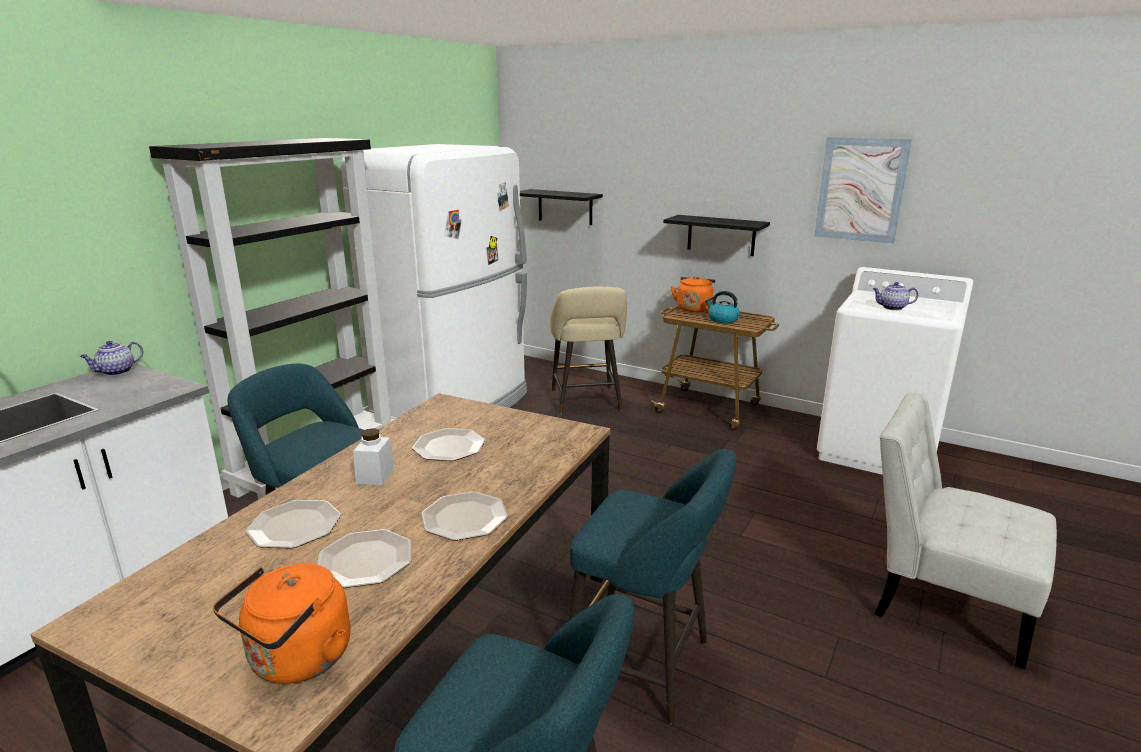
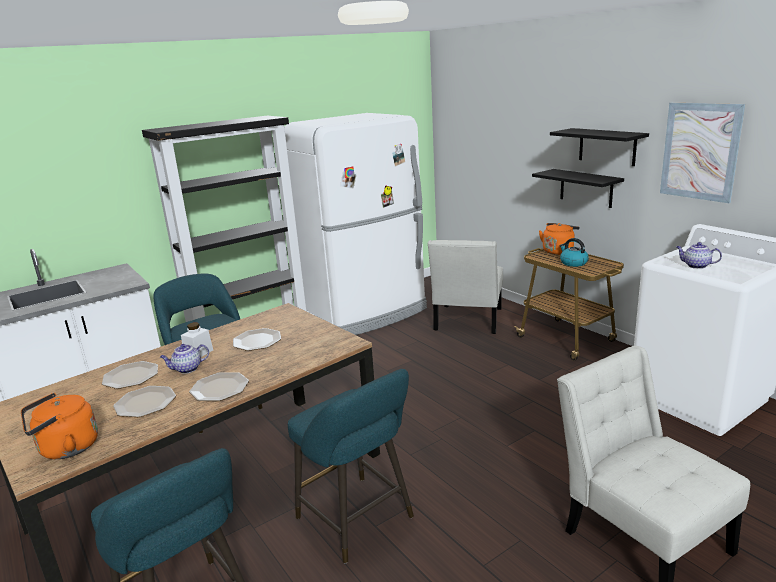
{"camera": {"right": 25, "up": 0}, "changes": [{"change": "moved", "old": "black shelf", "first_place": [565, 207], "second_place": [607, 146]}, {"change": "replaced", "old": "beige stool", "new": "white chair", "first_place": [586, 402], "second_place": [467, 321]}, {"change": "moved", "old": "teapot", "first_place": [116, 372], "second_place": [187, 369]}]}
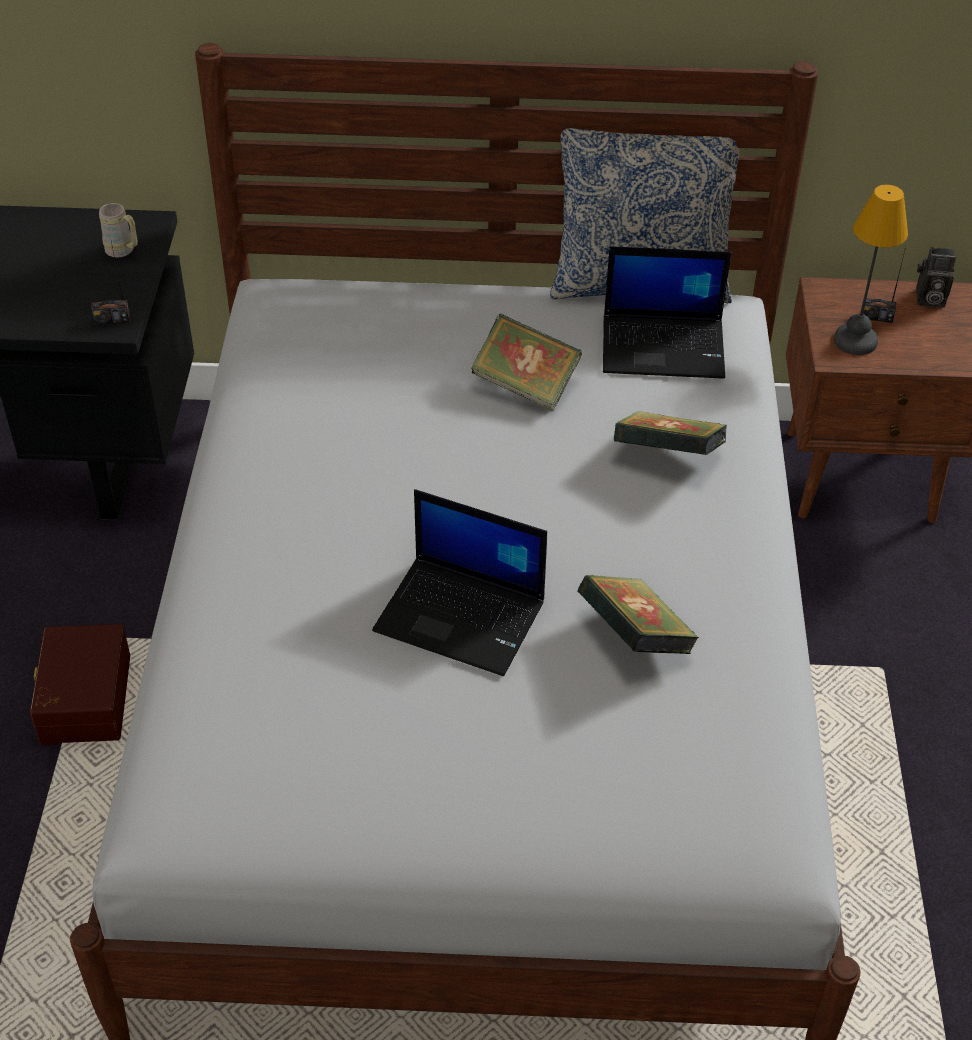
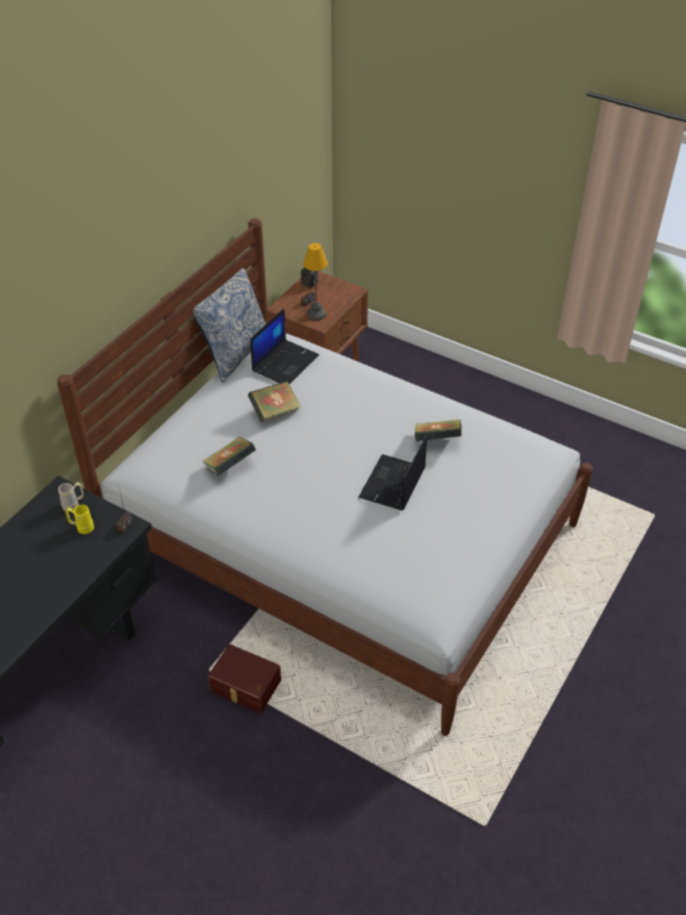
{"camera": {"right": -60, "up": 0}, "changes": [{"change": "moved", "old": "book", "first_place": [667, 456], "second_place": [230, 467]}, {"change": "turned", "old": "laptop", "first_place": [462, 616], "second_place": [393, 484], "degrees": 150}, {"change": "added", "new": "yellow mug", "second_place": [82, 528]}]}
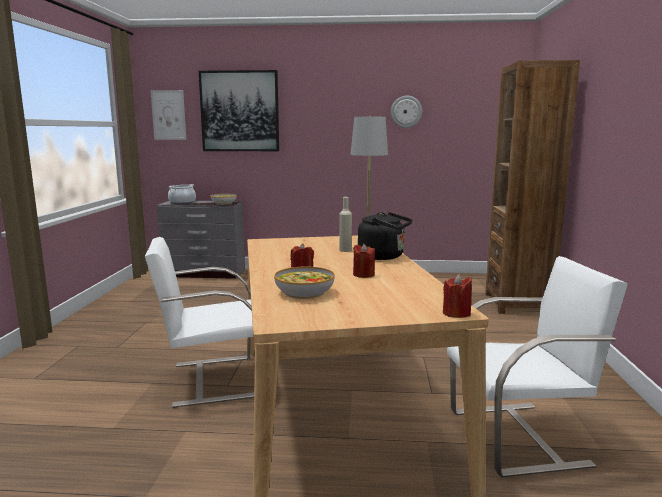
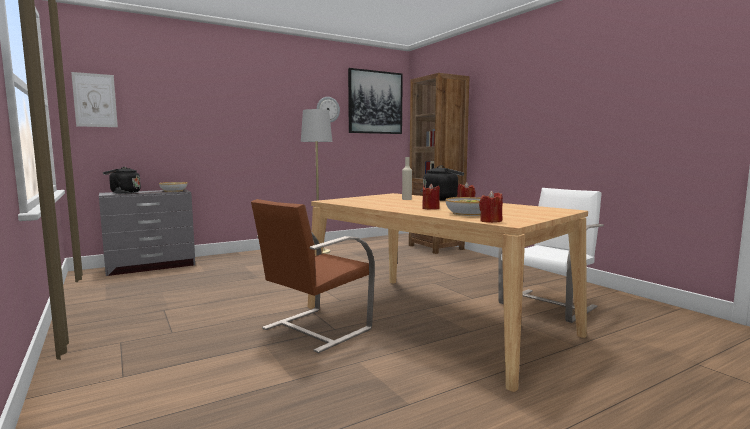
{"camera": {"right": -35, "up": -5}, "changes": [{"change": "moved", "old": "picture", "first_place": [240, 111], "second_place": [375, 102]}, {"change": "replaced", "old": "cooking pot", "new": "black kettle", "first_place": [182, 202], "second_place": [123, 193]}, {"change": "recoloured", "old": "white chair", "new": "brown chair", "first_place": [212, 379], "second_place": [314, 329]}, {"change": "moved", "old": "red candle", "first_place": [456, 313], "second_place": [490, 221]}]}
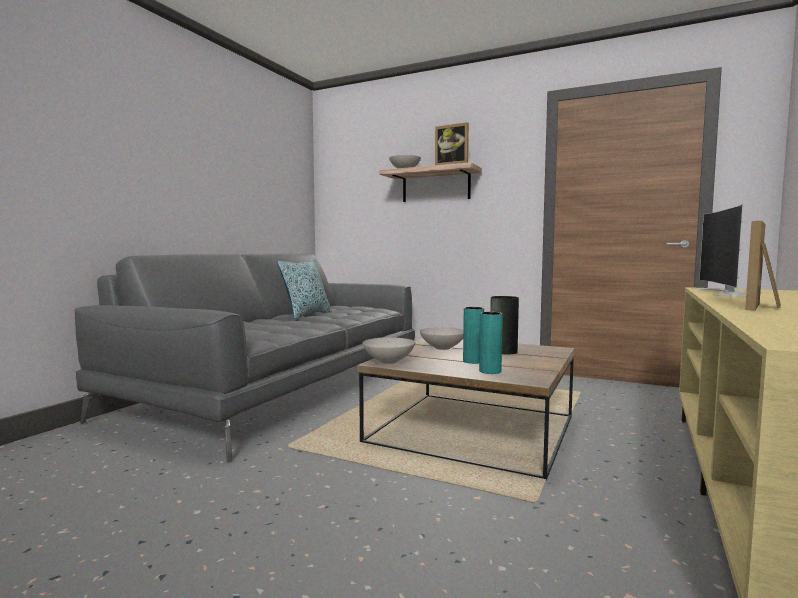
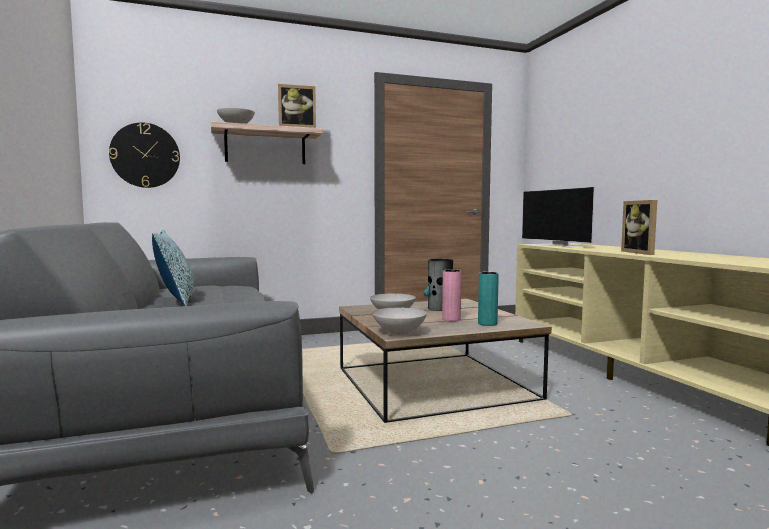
{"camera": {"right": -45, "up": 0}, "changes": [{"change": "recoloured", "old": "turquoise vase", "new": "pink vase", "first_place": [473, 361], "second_place": [451, 319]}, {"change": "added", "new": "wall clock", "second_place": [145, 155]}]}
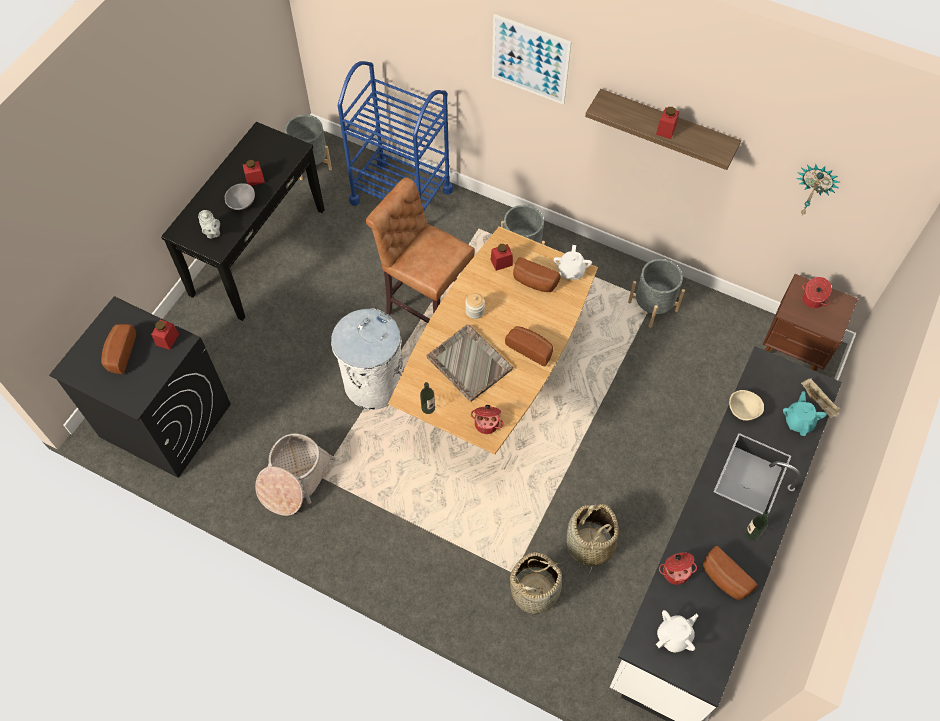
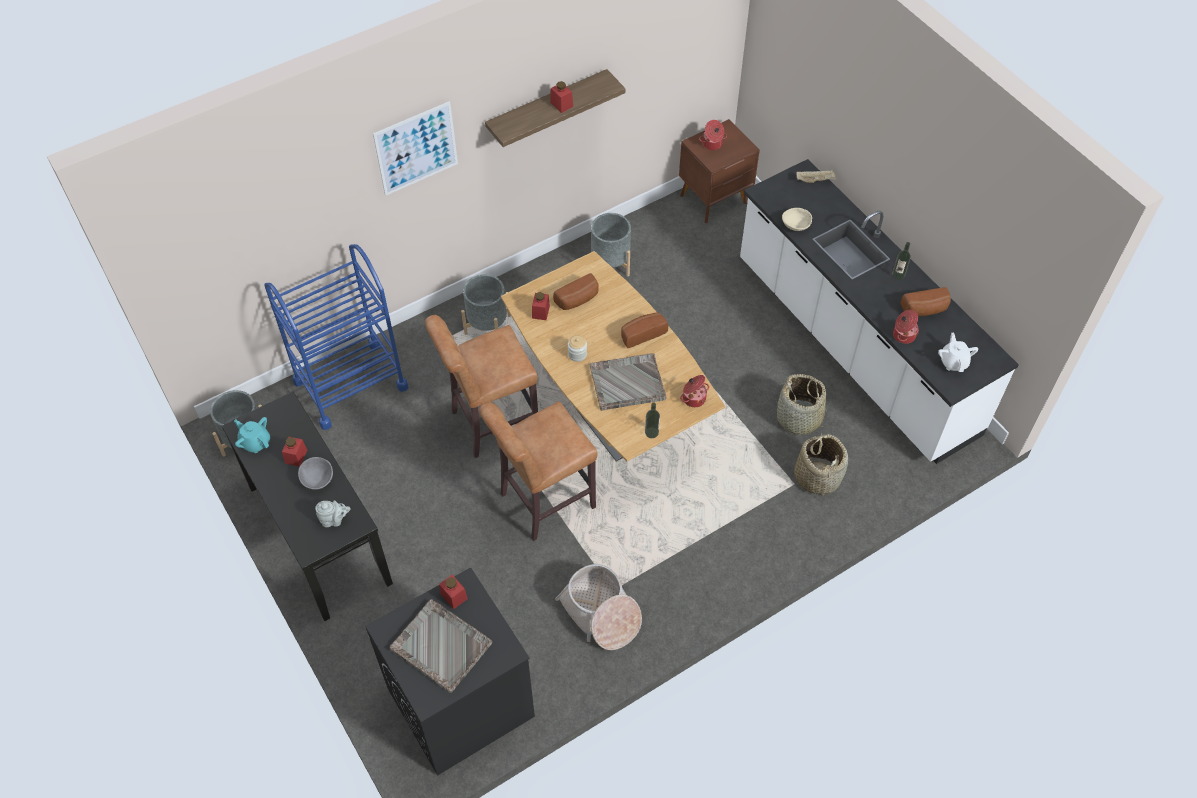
{"camera": {"right": -60, "up": -5}, "changes": [{"change": "removed", "old": "wall clock", "first_place": [814, 189]}, {"change": "removed", "old": "white teapot", "first_place": [571, 271]}, {"change": "replaced", "old": "white trash can", "new": "brown stool", "first_place": [373, 383], "second_place": [543, 502]}, {"change": "replaced", "old": "bread", "new": "grey tray", "first_place": [119, 353], "second_place": [440, 645]}, {"change": "moved", "old": "turquoise teapot", "first_place": [798, 421], "second_place": [255, 442]}]}
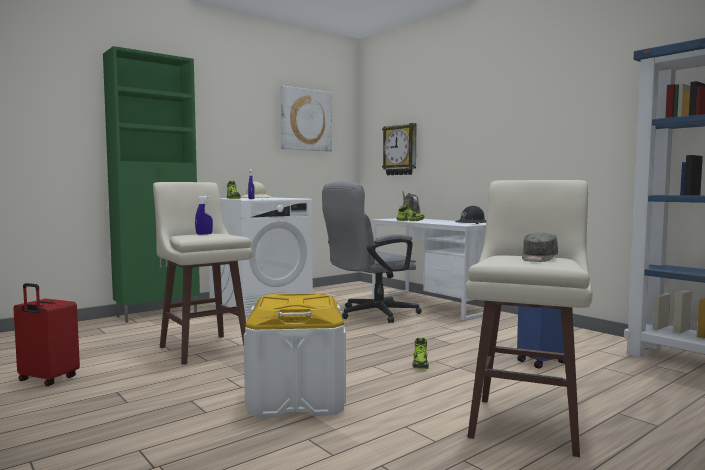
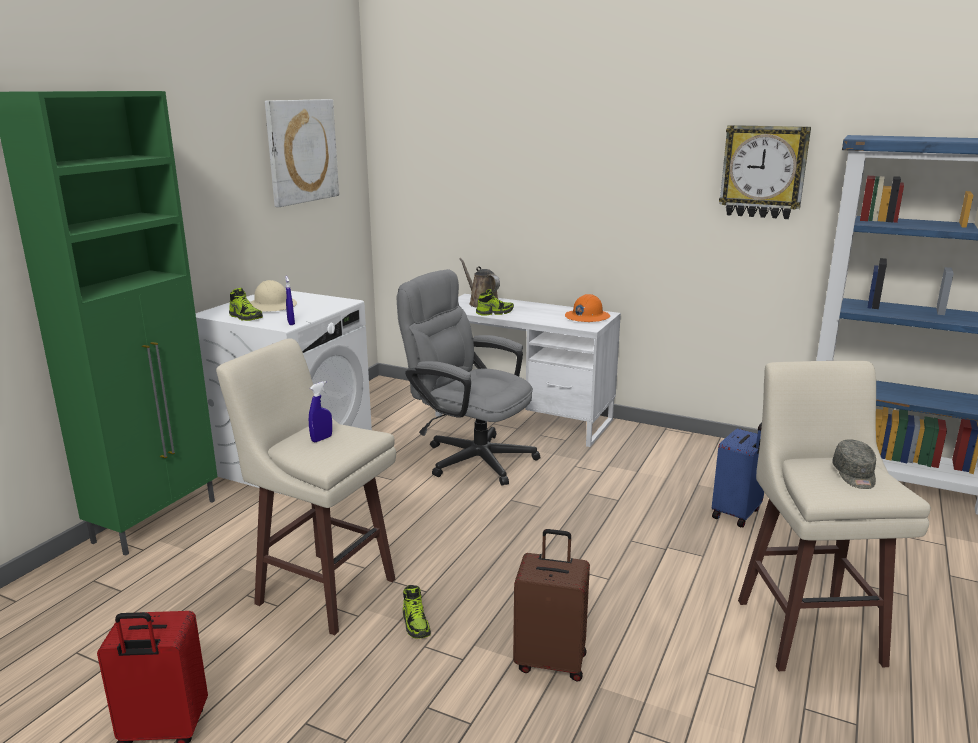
{"camera": {"right": -25, "up": 15}, "changes": [{"change": "moved", "old": "wall clock", "first_place": [400, 150], "second_place": [763, 172]}, {"change": "turned", "old": "grey office chair", "first_place": [370, 314], "second_place": [470, 457], "degrees": 90}, {"change": "recoloured", "old": "black hard hat", "new": "orange hard hat", "first_place": [472, 223], "second_place": [587, 317]}, {"change": "replaced", "old": "white storage box", "new": "brown suitcase", "first_place": [297, 398], "second_place": [551, 661]}, {"change": "moved", "old": "shoe", "first_place": [420, 364], "second_place": [416, 624]}]}
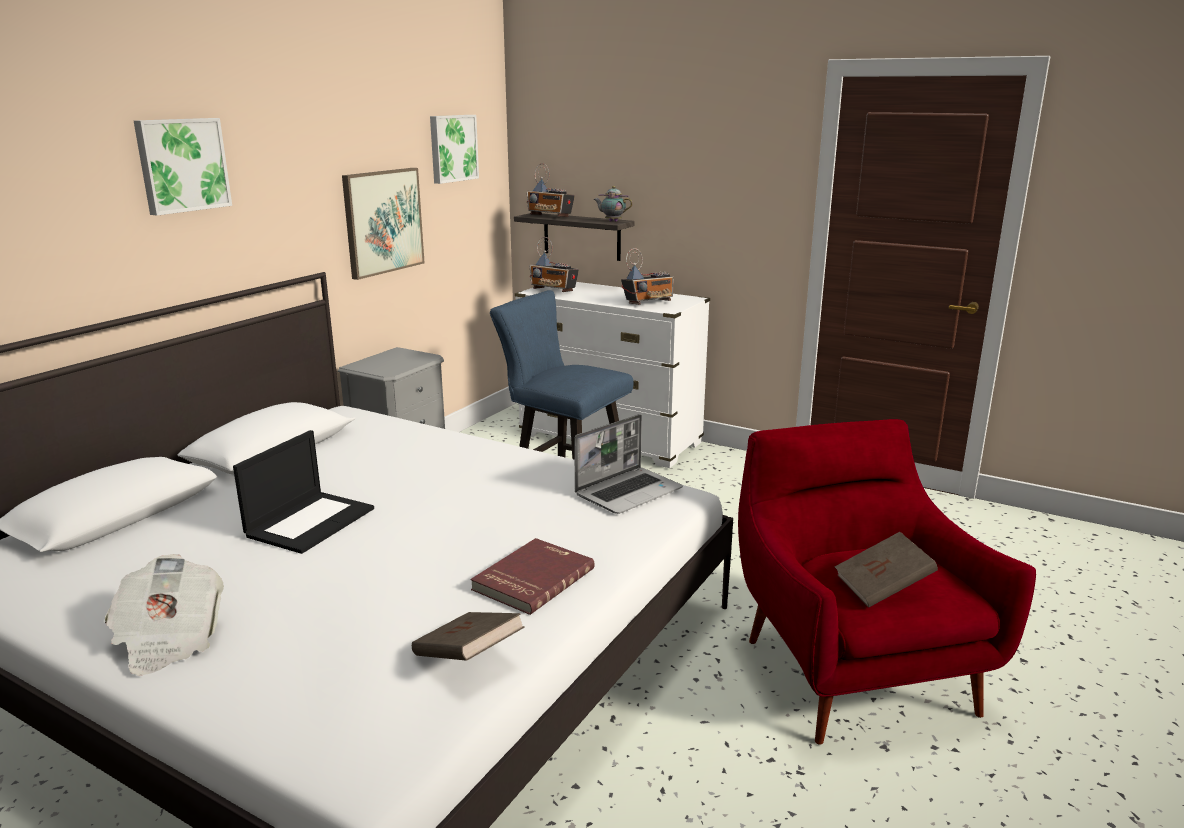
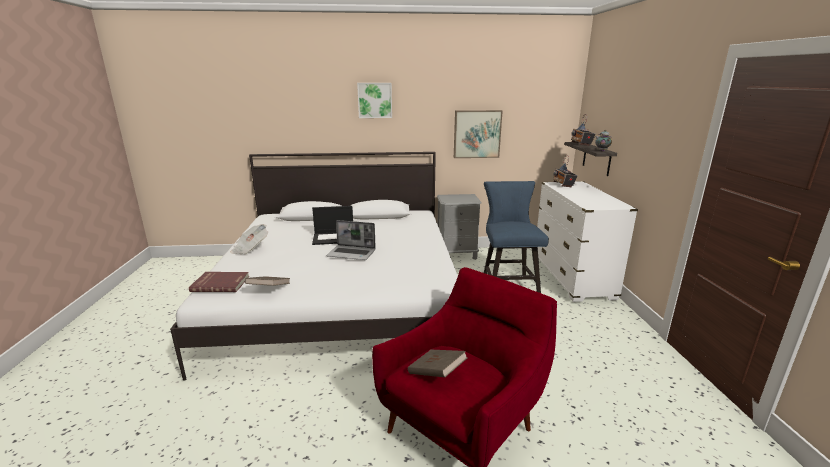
{"camera": {"right": 55, "up": 0}, "changes": [{"change": "removed", "old": "picture", "first_place": [452, 148]}, {"change": "removed", "old": "radio", "first_place": [648, 302]}, {"change": "moved", "old": "laptop", "first_place": [629, 492], "second_place": [352, 253]}, {"change": "moved", "old": "red book", "first_place": [531, 579], "second_place": [221, 283]}]}
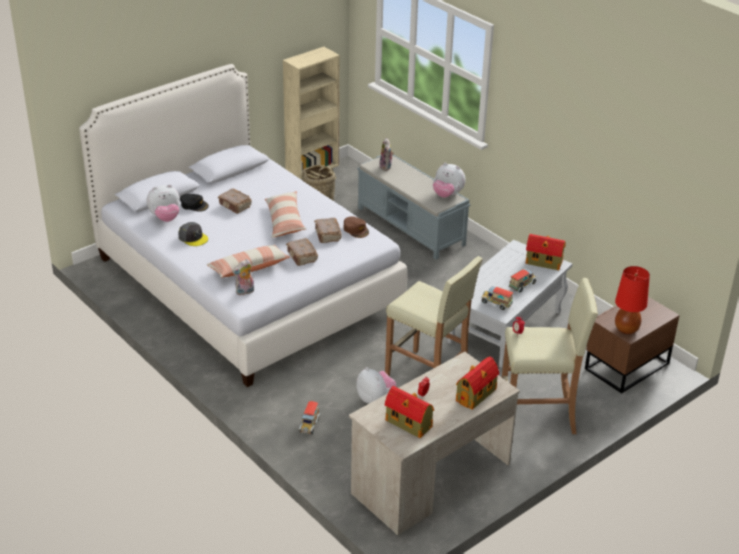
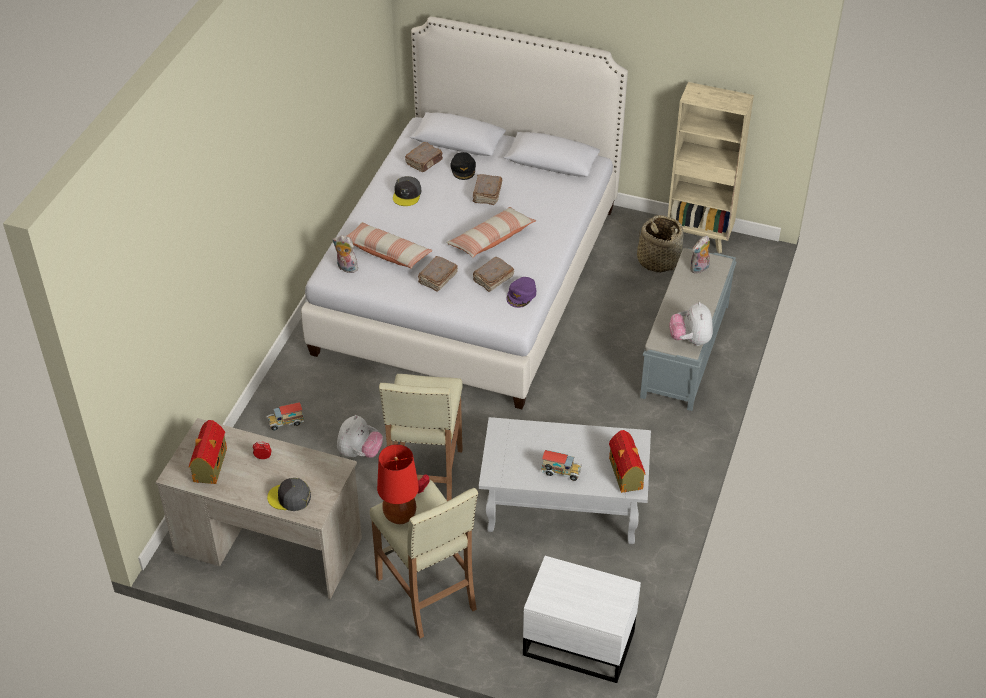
{"camera": {"right": 60, "up": 10}, "changes": [{"change": "replaced", "old": "plush toy", "new": "brown book", "first_place": [165, 218], "second_place": [424, 162]}, {"change": "recoloured", "old": "brown cap", "new": "purple cap", "first_place": [356, 230], "second_place": [521, 295]}, {"change": "moved", "old": "red table lamp", "first_place": [626, 329], "second_place": [400, 515]}, {"change": "removed", "old": "toy truck", "first_place": [496, 304]}, {"change": "recoloured", "old": "brown nightstand", "new": "white nightstand", "first_place": [624, 366], "second_place": [578, 641]}, {"change": "replaced", "old": "toy house", "new": "grey cap", "first_place": [476, 394], "second_place": [289, 498]}]}
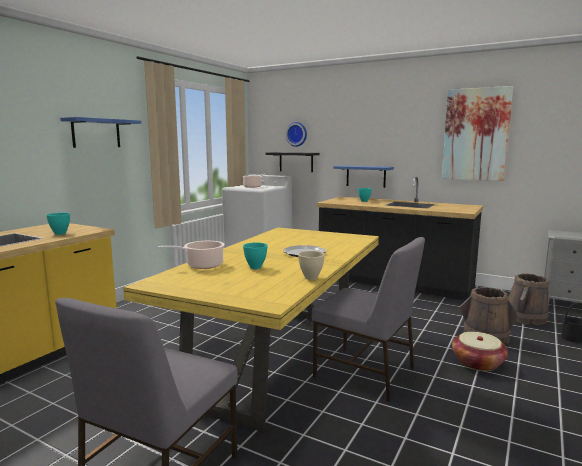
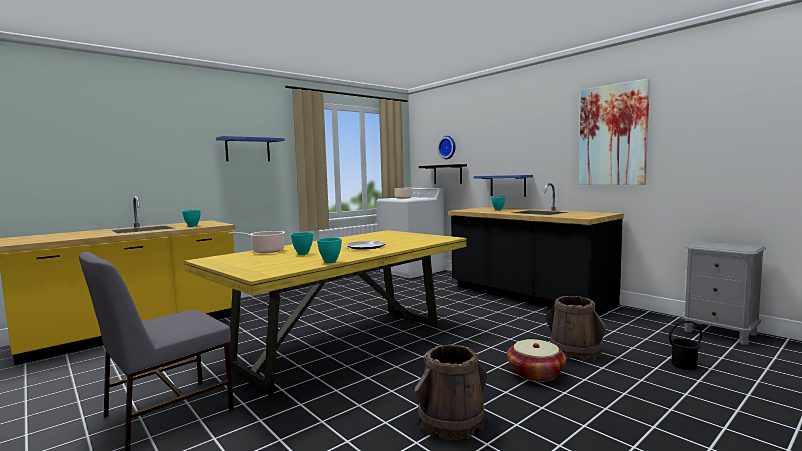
{"camera": {"right": 20, "up": -5}, "changes": [{"change": "removed", "old": "grey chair", "first_place": [366, 373]}, {"change": "recoloured", "old": "beige bowl", "new": "turquoise bowl", "first_place": [310, 278], "second_place": [329, 262]}, {"change": "moved", "old": "brown bucket", "first_place": [525, 318], "second_place": [450, 421]}]}
